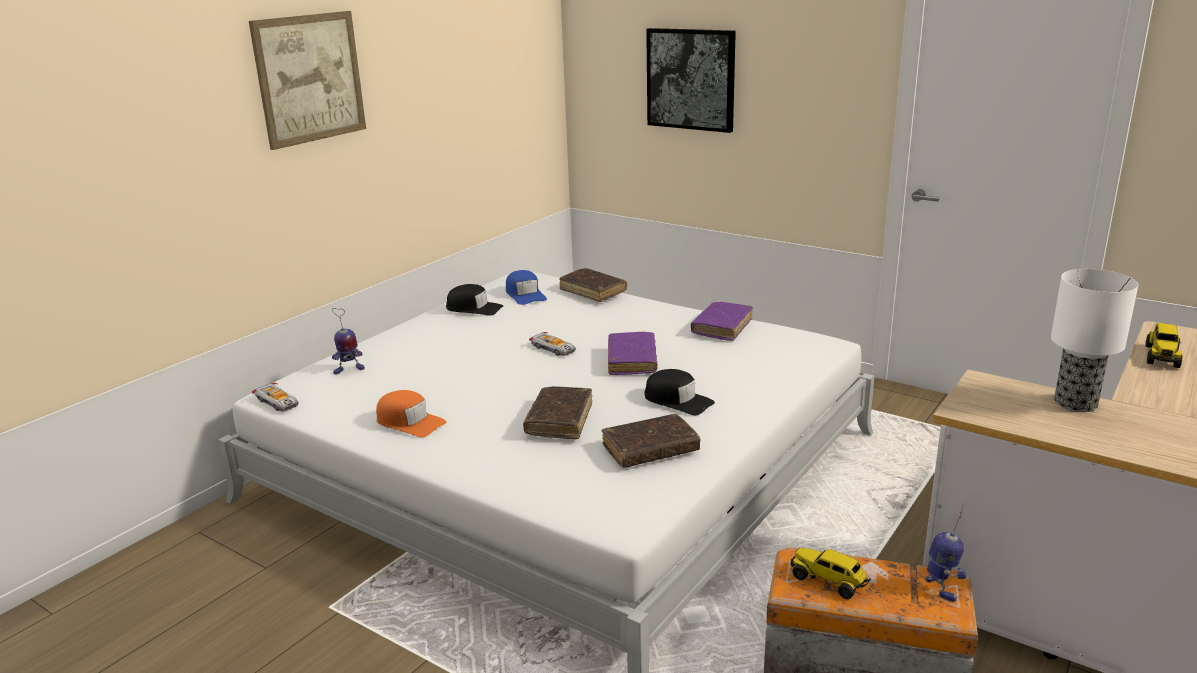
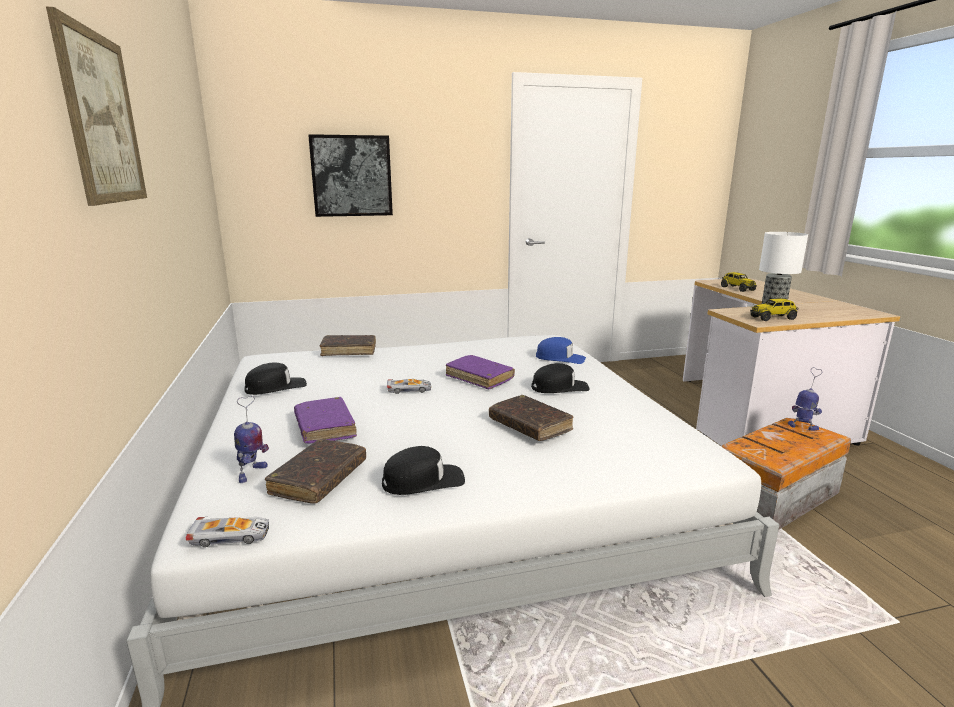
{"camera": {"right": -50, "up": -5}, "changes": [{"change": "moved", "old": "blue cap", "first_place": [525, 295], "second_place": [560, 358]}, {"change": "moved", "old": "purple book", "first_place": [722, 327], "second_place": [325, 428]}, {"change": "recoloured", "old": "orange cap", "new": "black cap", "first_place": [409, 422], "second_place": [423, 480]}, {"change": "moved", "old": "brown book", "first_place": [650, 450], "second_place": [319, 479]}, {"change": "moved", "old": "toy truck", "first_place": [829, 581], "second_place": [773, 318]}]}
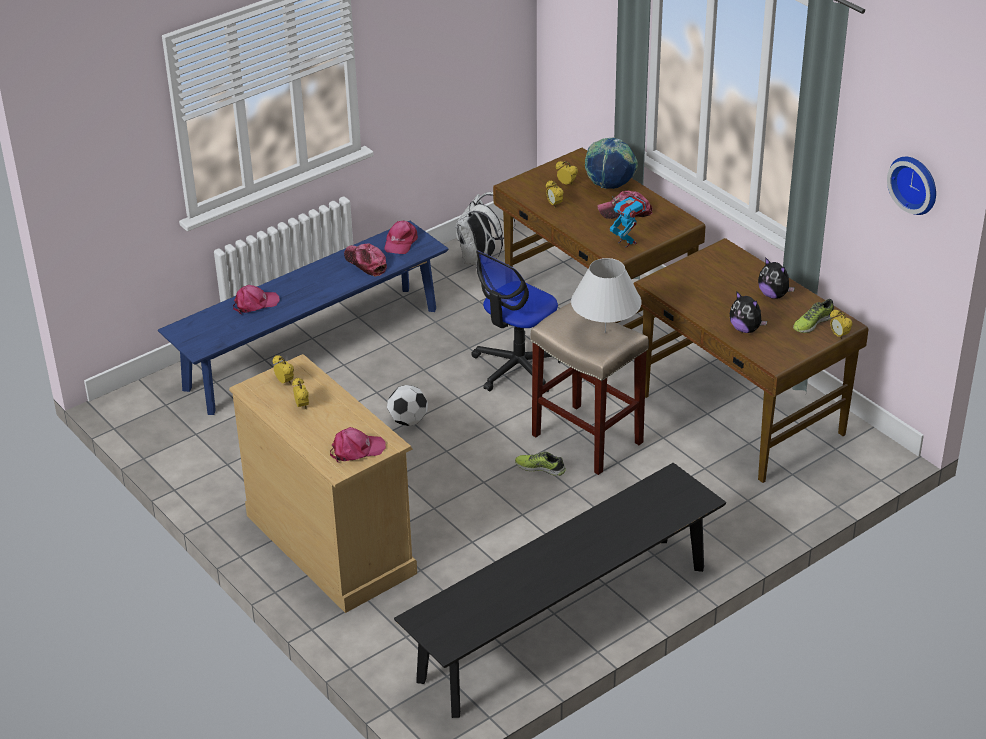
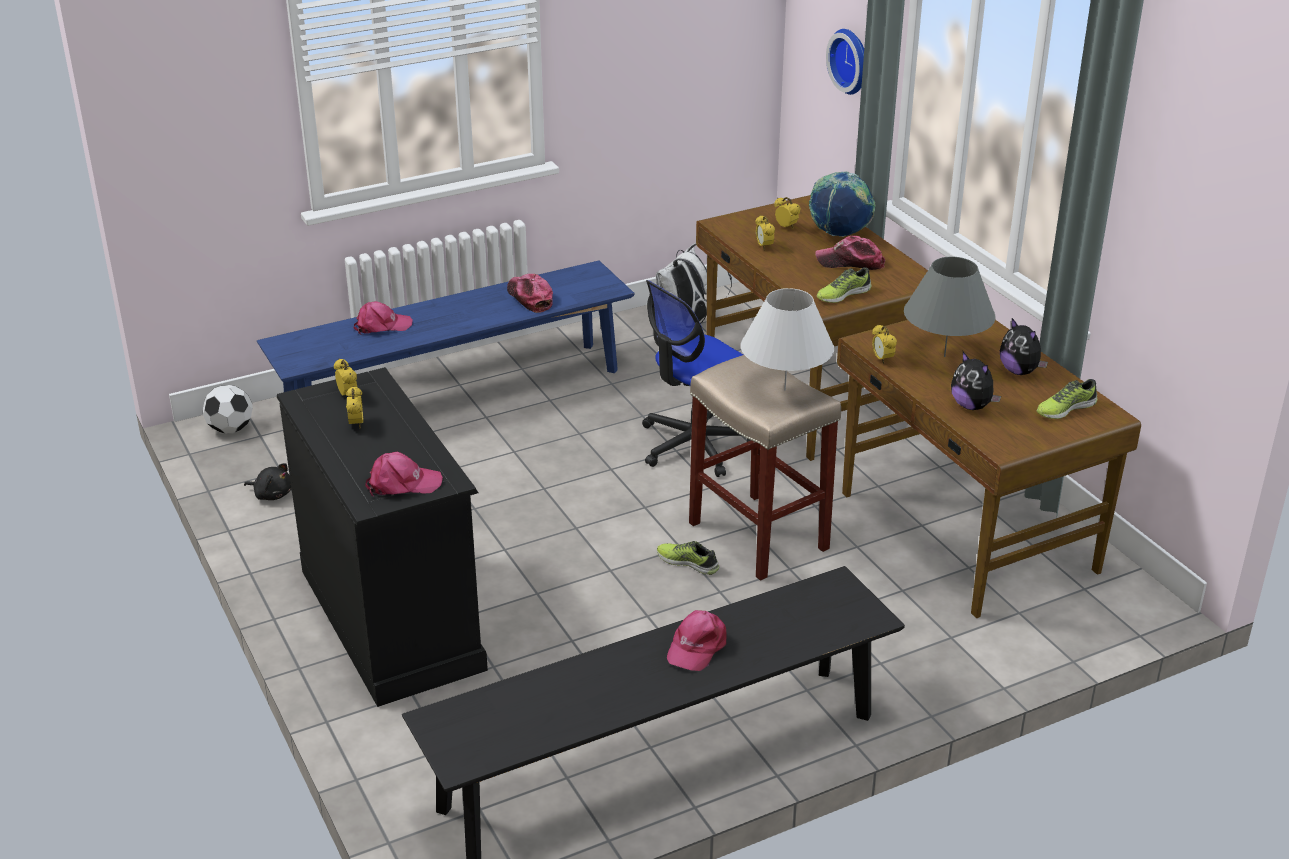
{"camera": {"right": 10, "up": -5}, "changes": [{"change": "moved", "old": "wall clock", "first_place": [915, 183], "second_place": [852, 60]}, {"change": "replaced", "old": "toy robot", "new": "shoe", "first_place": [627, 242], "second_place": [842, 294]}, {"change": "moved", "old": "pink cap", "first_place": [400, 242], "second_place": [696, 646]}, {"change": "moved", "old": "alarm clock", "first_place": [839, 335], "second_place": [882, 359]}, {"change": "recoloured", "old": "beige dresser", "new": "black dresser", "first_place": [330, 543], "second_place": [392, 618]}, {"change": "moved", "old": "football", "first_place": [408, 421], "second_place": [231, 429]}, {"change": "added", "new": "grey table lamp", "second_place": [944, 356]}, {"change": "added", "new": "black plush toy", "second_place": [272, 494]}]}
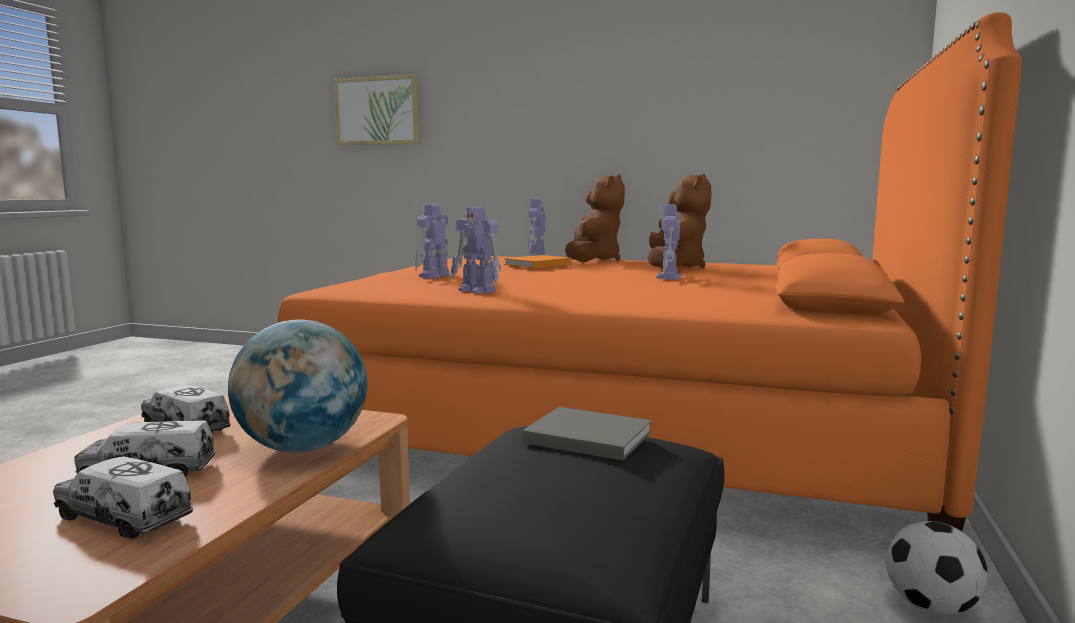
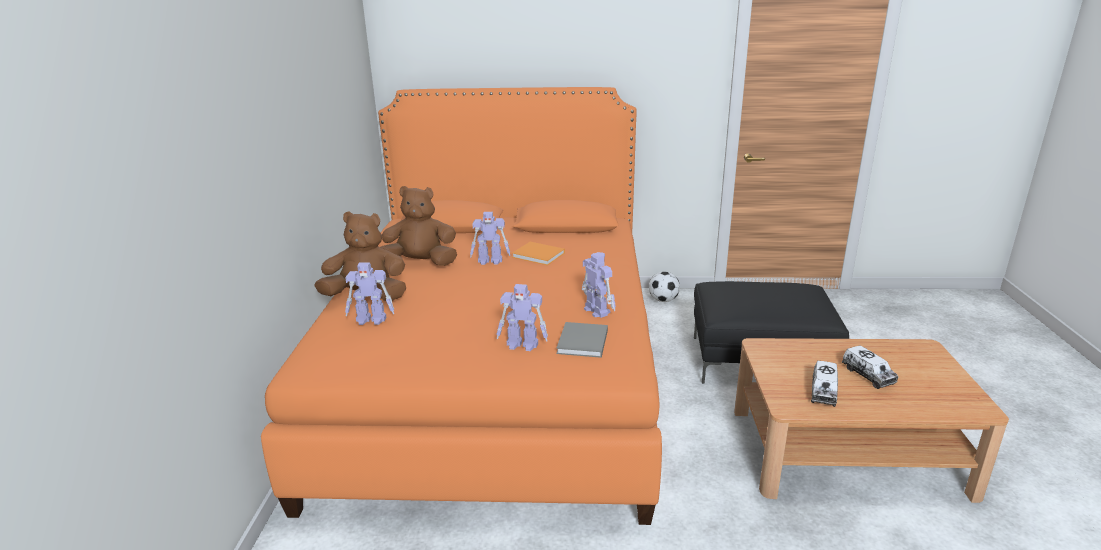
{"camera": {"right": -105, "up": 15}, "changes": [{"change": "removed", "old": "picture", "first_place": [377, 111]}, {"change": "turned", "old": "toy robot", "first_place": [477, 291], "second_place": [596, 310], "degrees": -60}, {"change": "moved", "old": "orange book", "first_place": [536, 264], "second_place": [539, 255]}, {"change": "removed", "old": "globe", "first_place": [302, 448]}, {"change": "moved", "old": "grey book", "first_place": [584, 436], "second_place": [582, 342]}, {"change": "removed", "old": "toy truck", "first_place": [124, 517]}]}
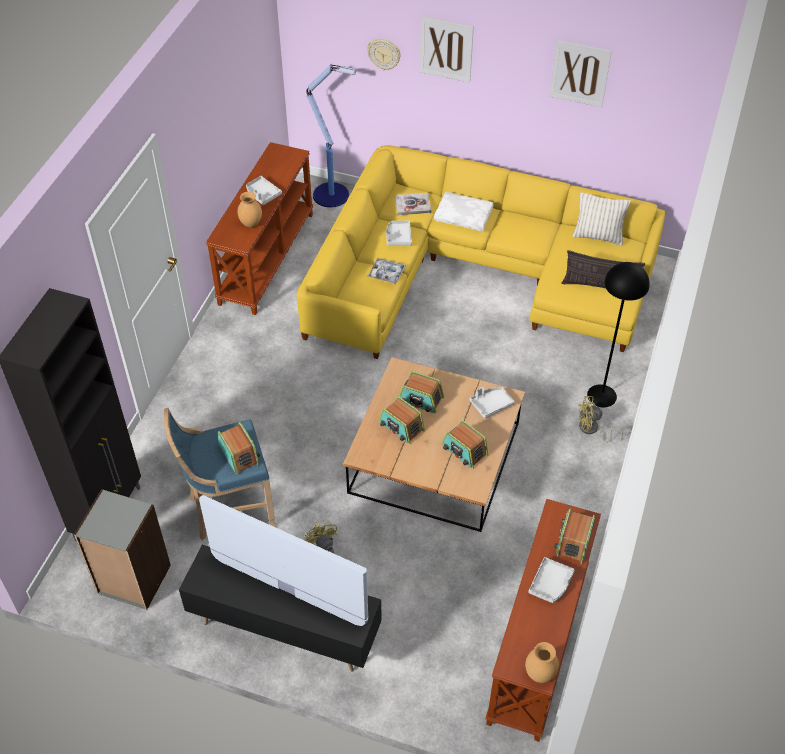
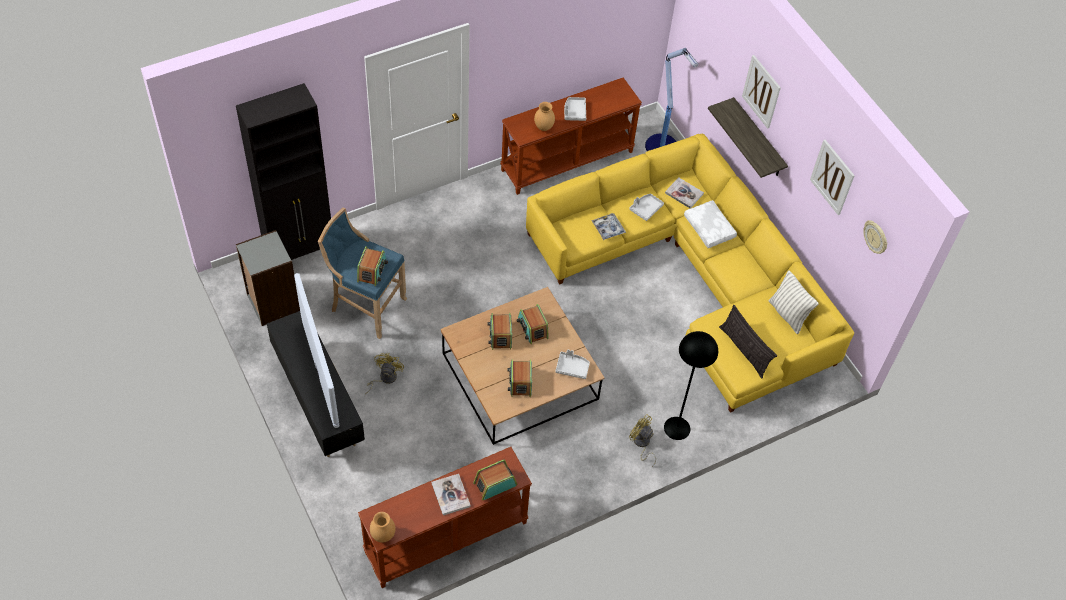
{"camera": {"right": 40, "up": 5}, "changes": [{"change": "moved", "old": "wall clock", "first_place": [384, 54], "second_place": [875, 237]}, {"change": "replaced", "old": "grey tray", "new": "book", "first_place": [551, 584], "second_place": [450, 495]}, {"change": "added", "new": "shelf", "second_place": [758, 139]}]}
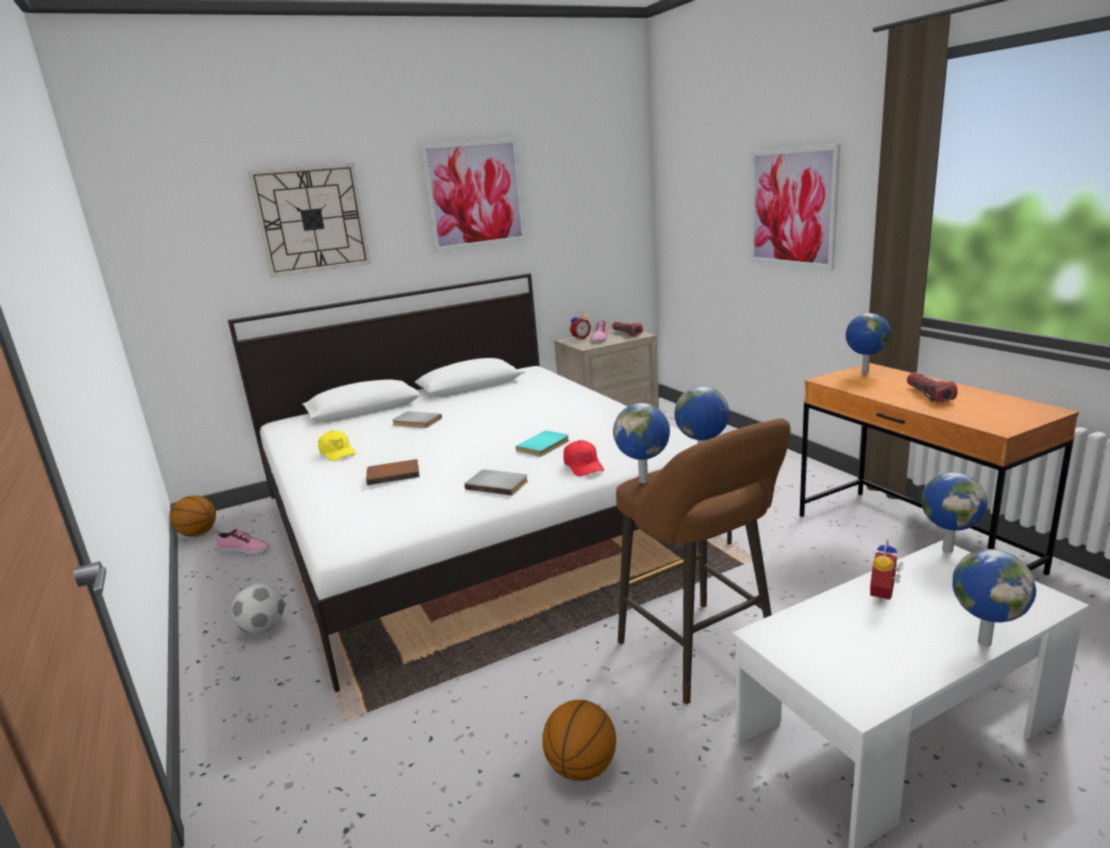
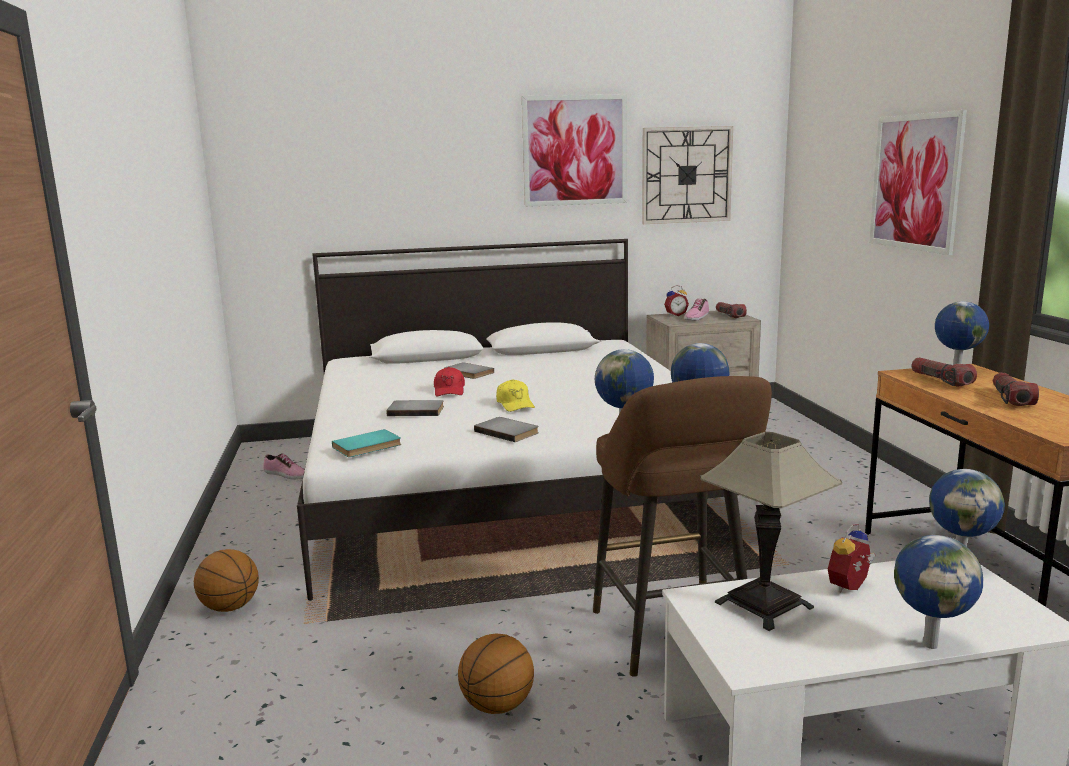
{"camera": {"right": 15, "up": -5}, "changes": [{"change": "moved", "old": "wall clock", "first_place": [312, 219], "second_place": [686, 175]}, {"change": "moved", "old": "yellow cap", "first_place": [337, 453], "second_place": [515, 404]}, {"change": "moved", "old": "turquoise book", "first_place": [544, 446], "second_place": [368, 446]}, {"change": "moved", "old": "red cap", "first_place": [583, 466], "second_place": [449, 390]}, {"change": "recoloured", "old": "brown book", "new": "grey book", "first_place": [393, 474], "second_place": [416, 410]}, {"change": "moved", "old": "basketball", "first_place": [198, 533], "second_place": [230, 607]}, {"change": "removed", "old": "football", "first_place": [263, 628]}, {"change": "added", "new": "flashlight", "second_place": [941, 380]}, {"change": "added", "new": "table lamp", "second_place": [764, 605]}]}
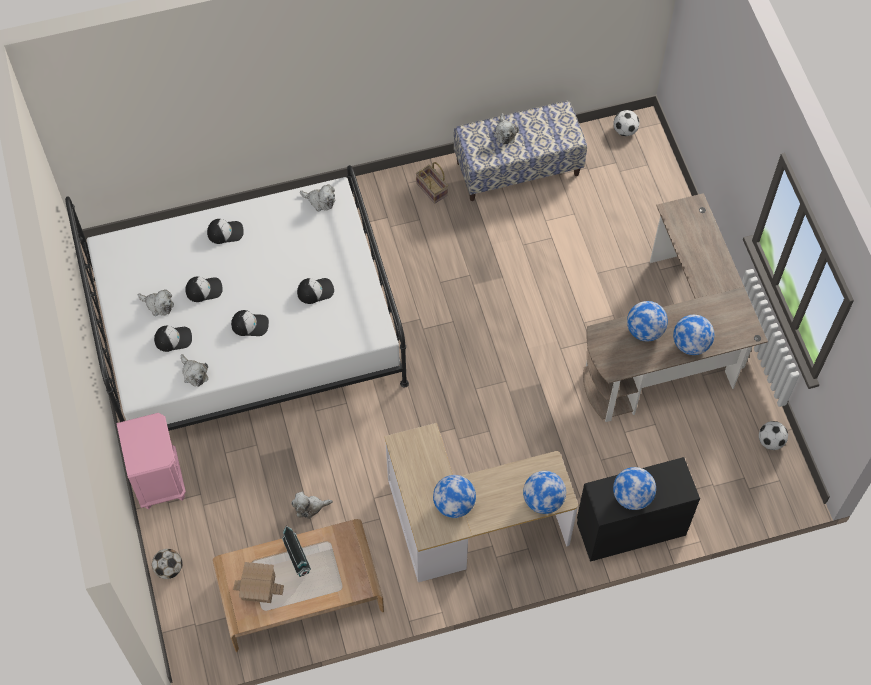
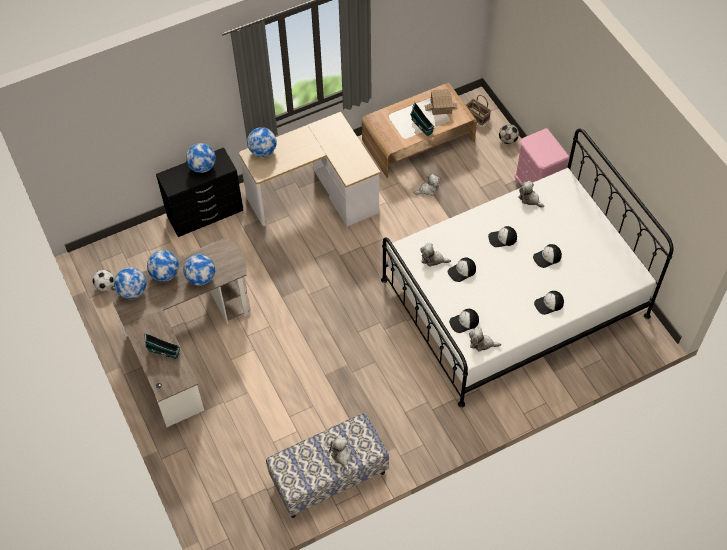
{"camera": {"right": 170, "up": -5}, "changes": [{"change": "removed", "old": "football", "first_place": [625, 130]}, {"change": "moved", "old": "basket", "first_place": [433, 189], "second_place": [476, 116]}, {"change": "moved", "old": "plush toy", "first_place": [158, 305], "second_place": [433, 259]}, {"change": "moved", "old": "cap", "first_place": [173, 338], "second_place": [464, 322]}, {"change": "moved", "old": "globe", "first_place": [454, 504], "second_place": [133, 291]}, {"change": "added", "new": "toy house", "second_place": [165, 352]}]}
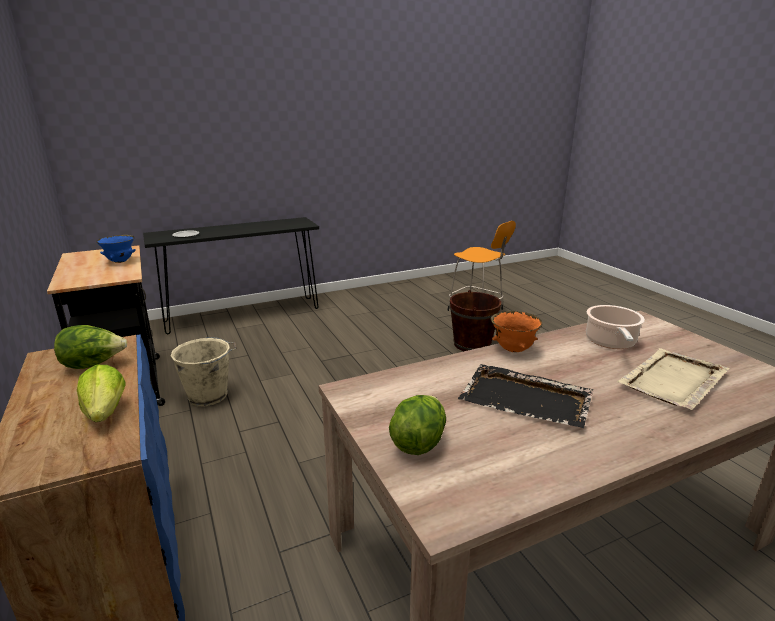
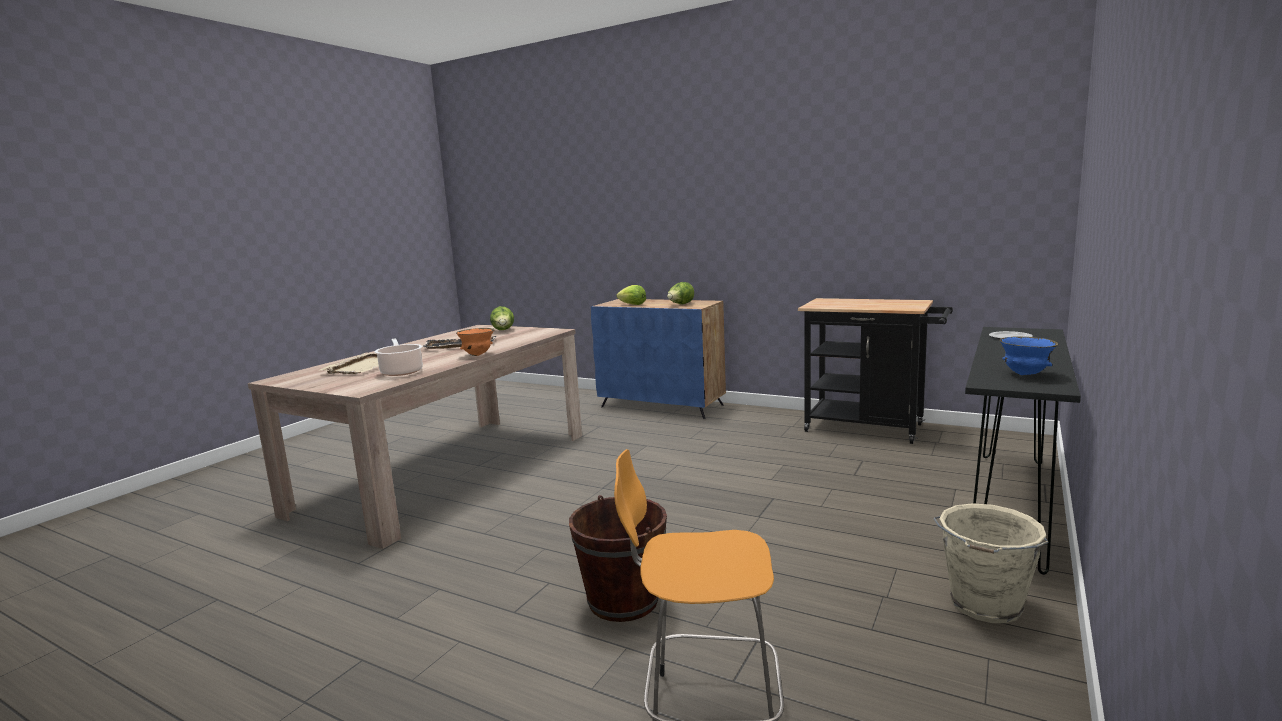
{"camera": {"right": 145, "up": -10}, "changes": [{"change": "moved", "old": "blue bowl", "first_place": [120, 261], "second_place": [1025, 374]}, {"change": "moved", "old": "beige bucket", "first_place": [210, 396], "second_place": [985, 606]}]}
